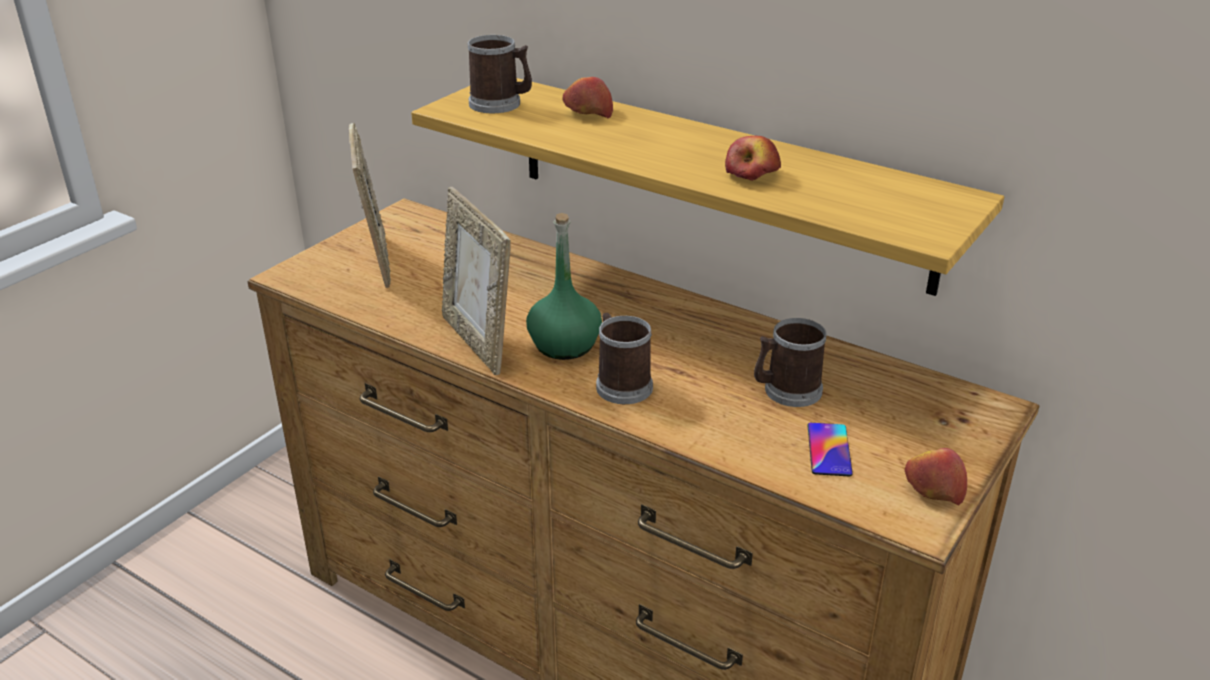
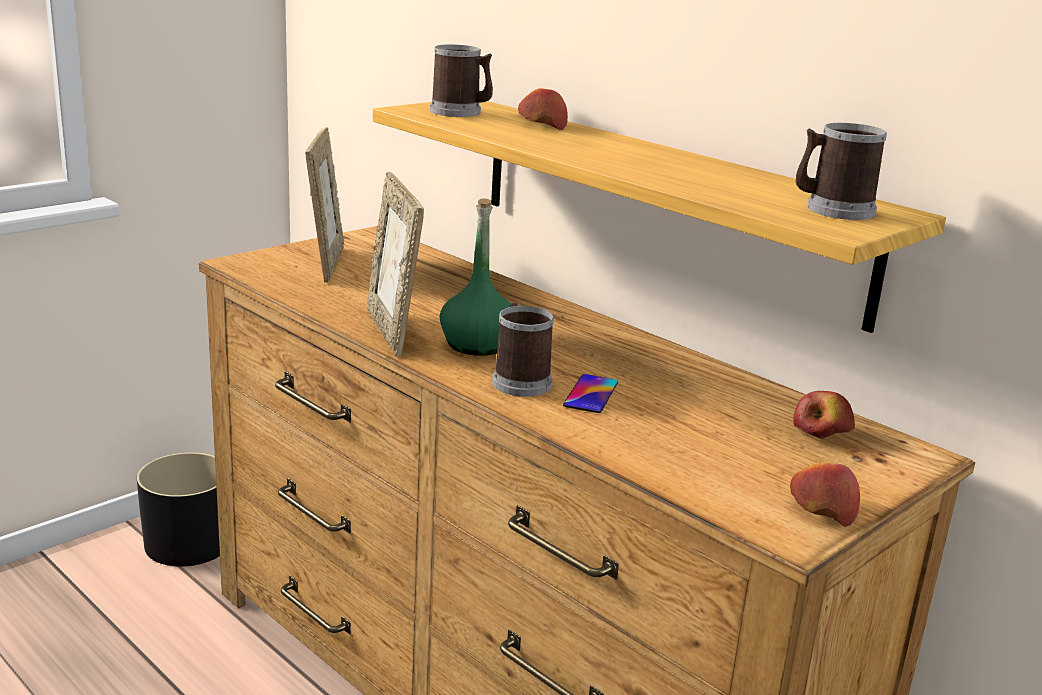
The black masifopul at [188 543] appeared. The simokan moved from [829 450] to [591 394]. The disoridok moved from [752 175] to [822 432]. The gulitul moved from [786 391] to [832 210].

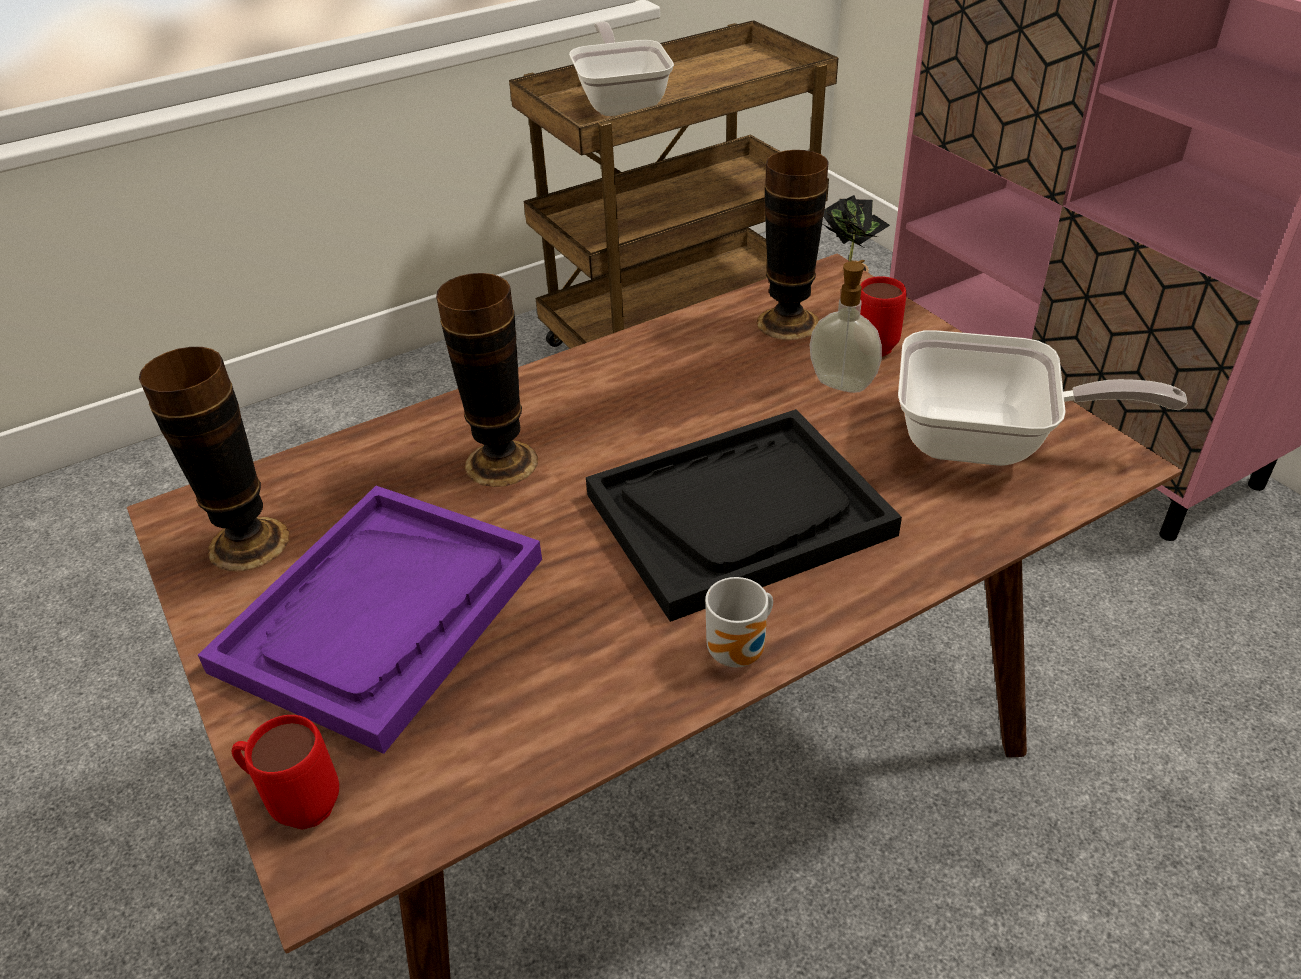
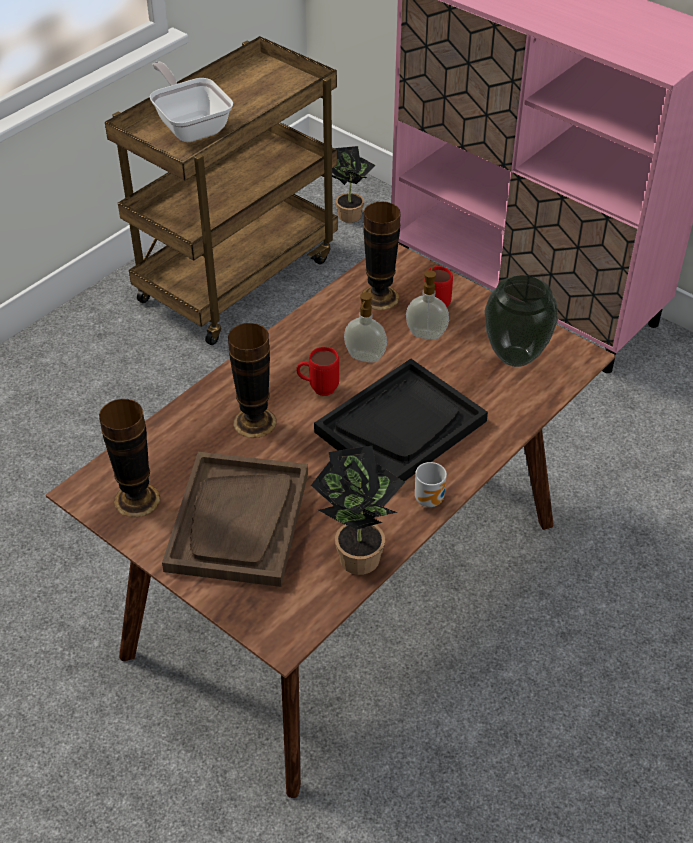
The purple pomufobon at [382 615] became the brown pomufobon at [238 521]. The red gulitul moved from [296 803] to [318 389]. The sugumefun at [356 554] appeared. The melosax at [364 358] appeared. The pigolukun at [989 443] was replaced by the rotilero at [516 357].

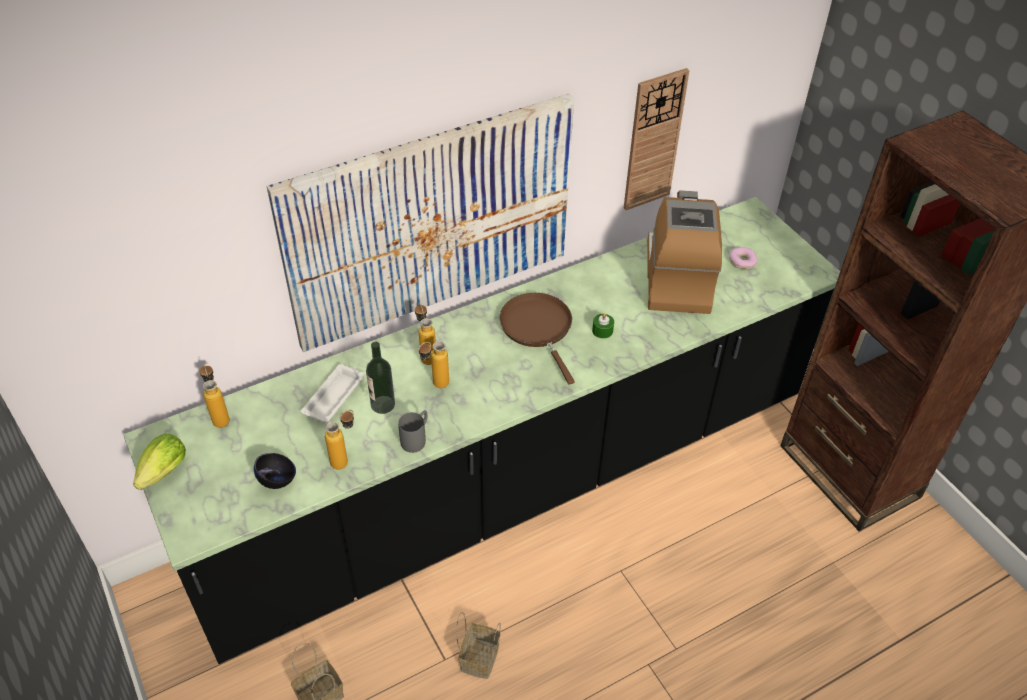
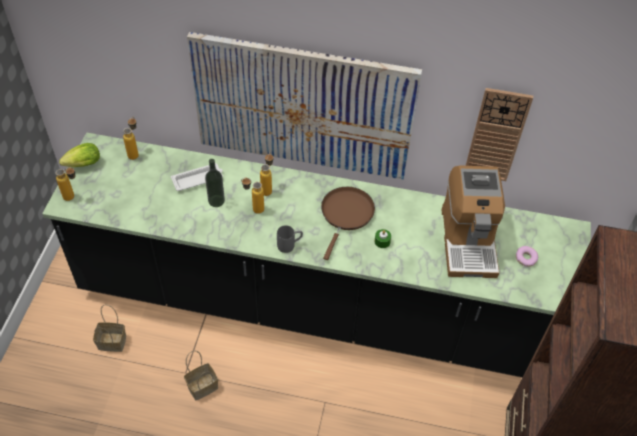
The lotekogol moved from [345 459] to [73 197]. The grey gulitul moved from [416 438] to [290 245]. The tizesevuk at [677 278] turned 135 degrees clockwise. The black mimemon at [277 480] disappeared.

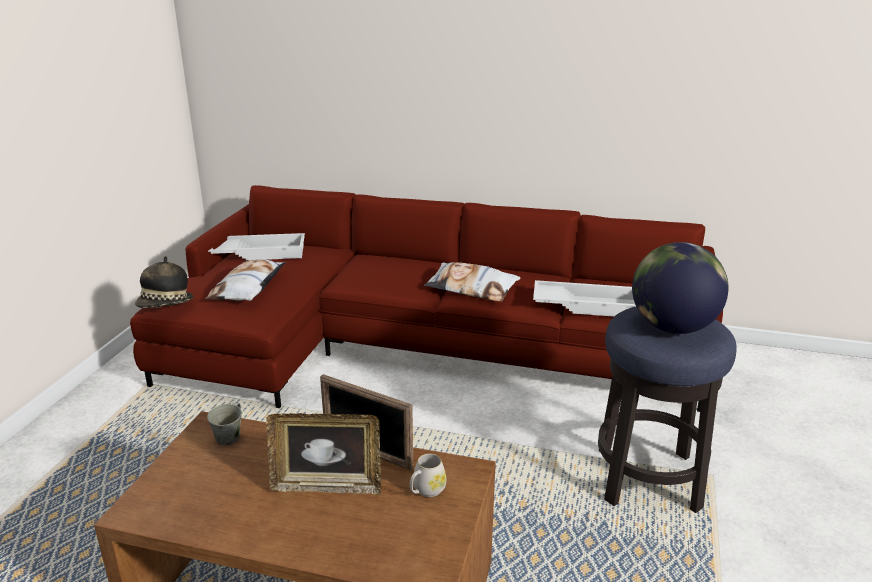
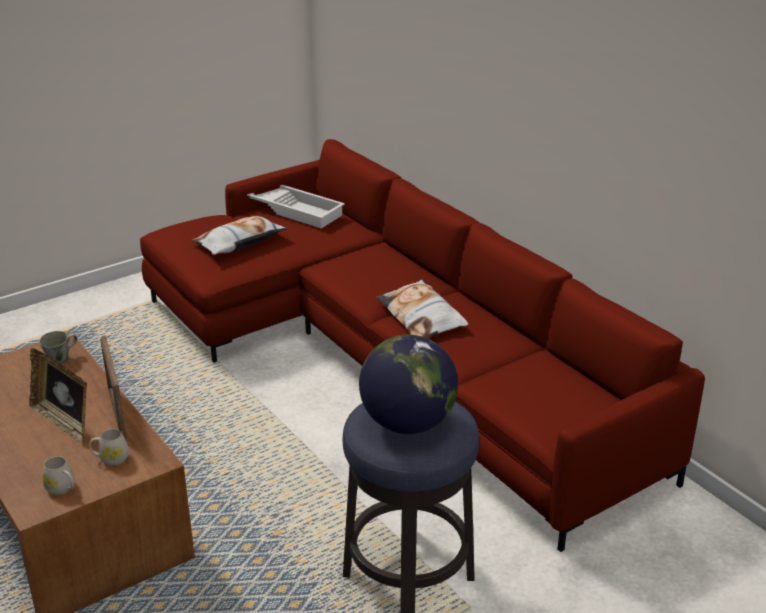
The white gulitul at [62 488] appeared. The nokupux at [165 305] disappeared. The white pomufobon at [586 305] disappeared.

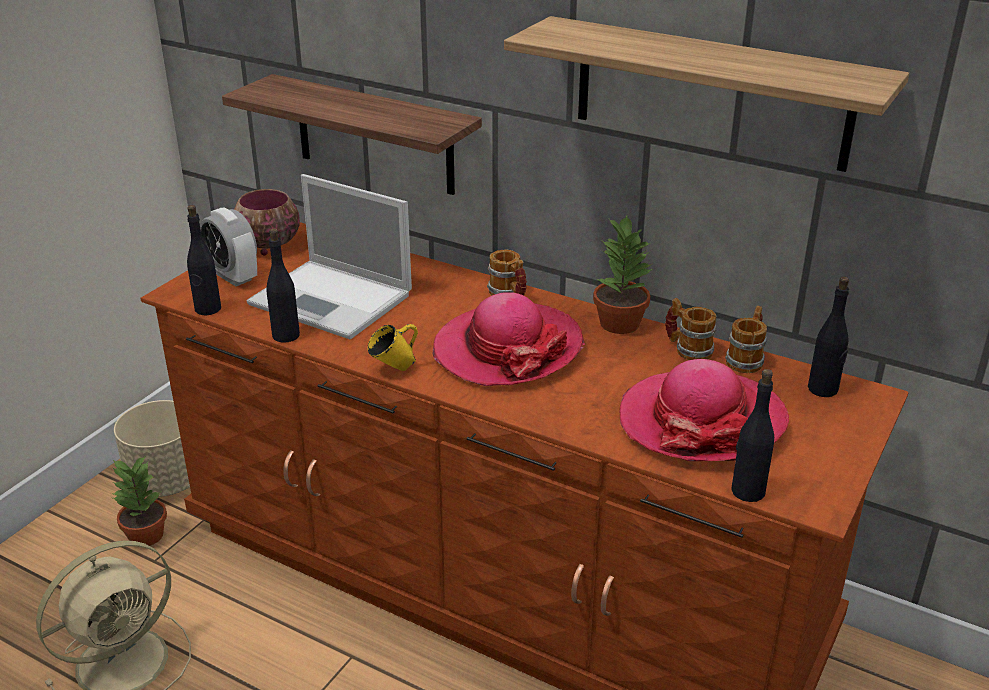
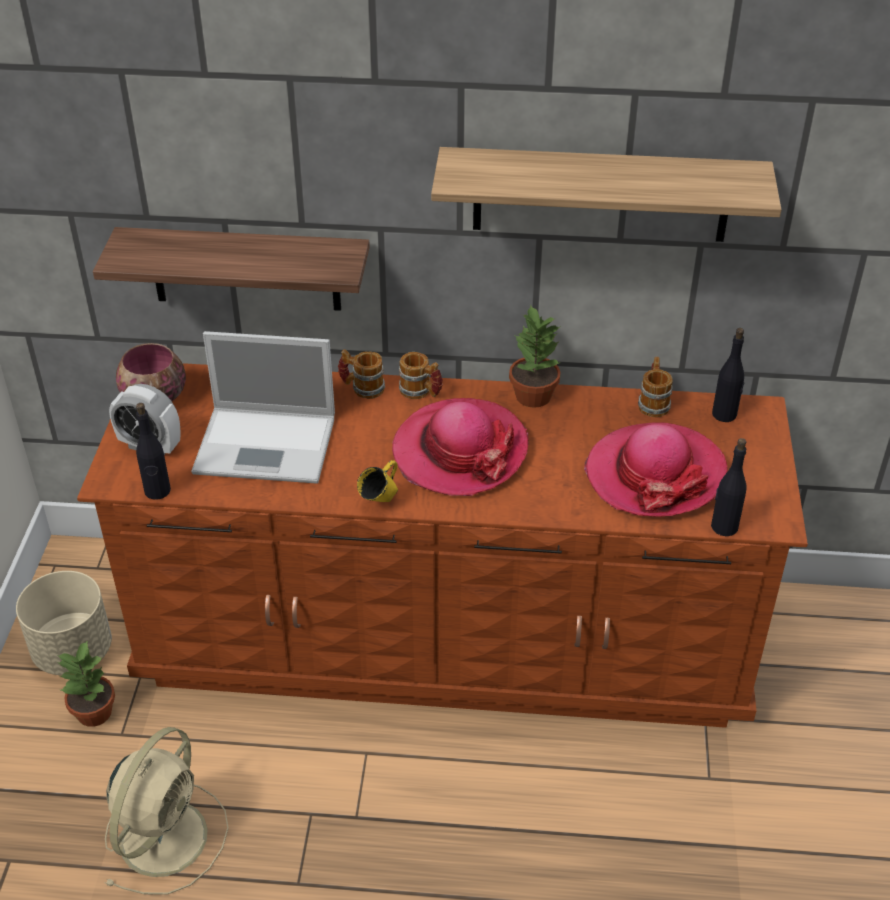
The gulitul moved from [687 349] to [362 388]. The black lotekogol at [286 335] disappeared.

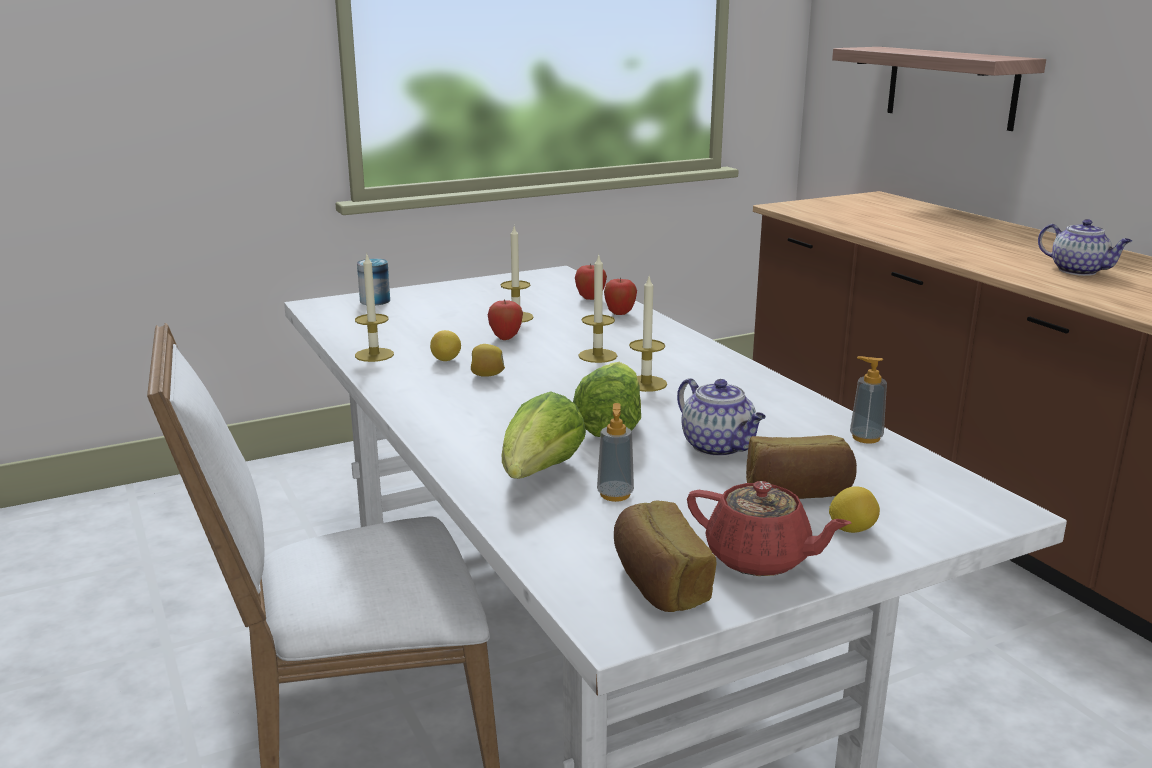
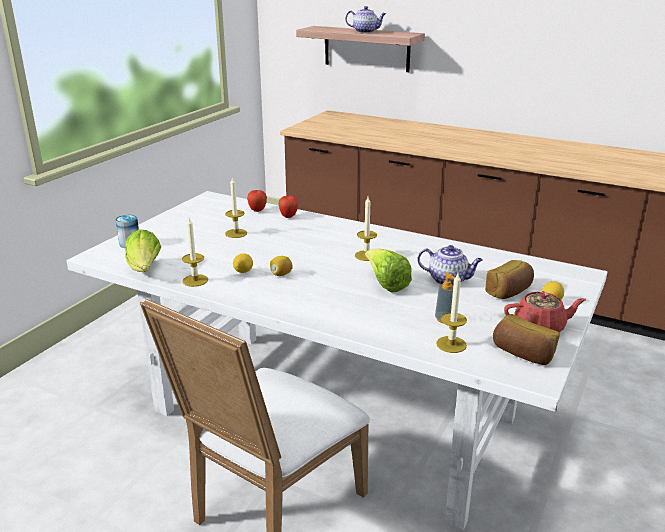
The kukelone moved from [539 474] to [145 269]. The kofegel moved from [1079 271] to [365 32]. The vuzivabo moved from [597 356] to [451 344]. The disoridok at [506 338] disappeared. The melosax at [865 438] disappeared.

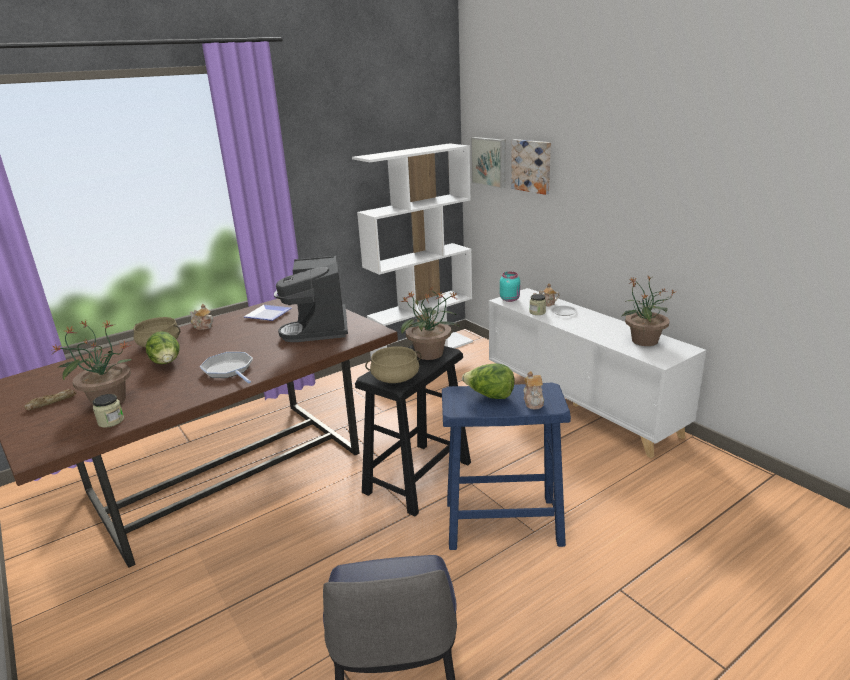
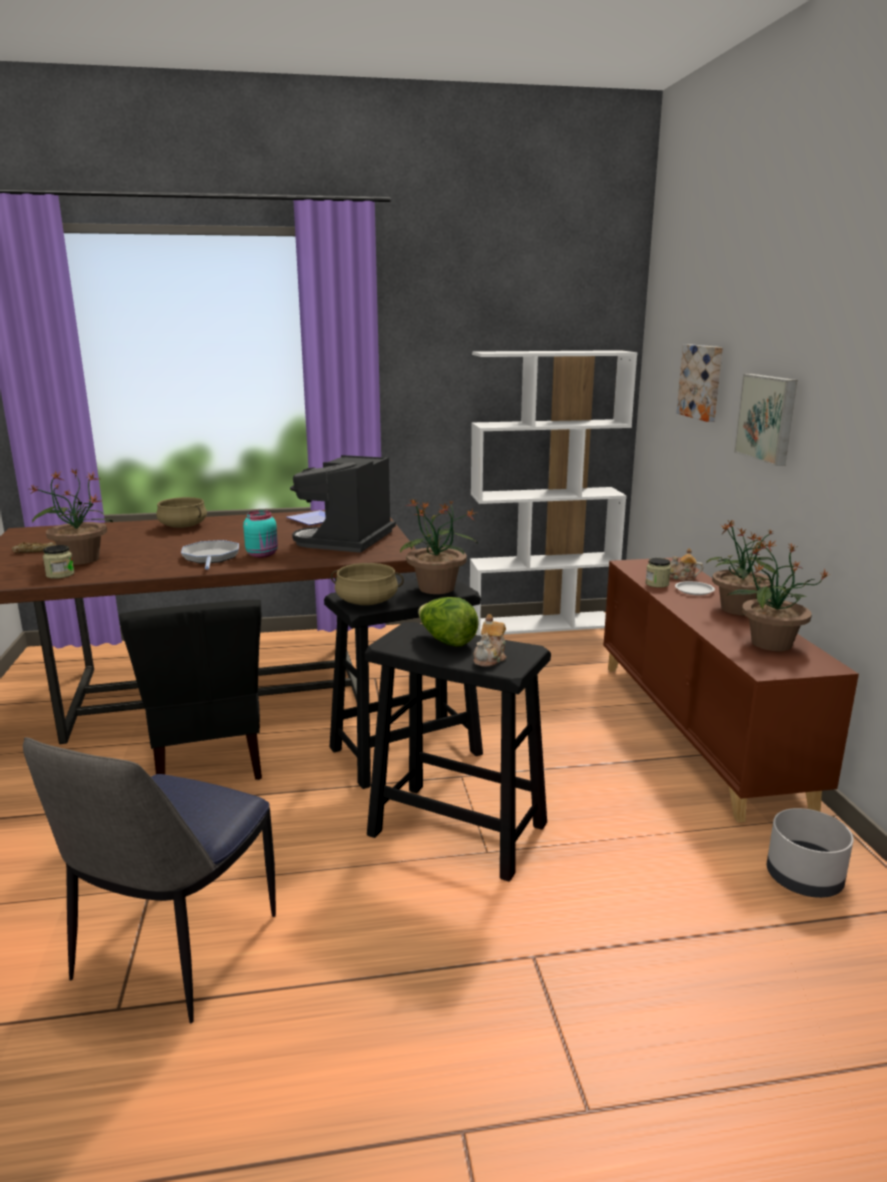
The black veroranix at [209 760] appeared. The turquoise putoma moved from [510 299] to [263 554]. The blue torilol at [504 522] became the black torilol at [458 829]. The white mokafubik at [580 403] became the brown mokafubik at [697 730]. The sugumefun at [738 609] appeared. The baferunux moved from [490 161] to [768 418]. The grey masifopul at [804 879] appeared. The kukelone at [167 363] disappeared. The kofegel at [202 326] disappeared.

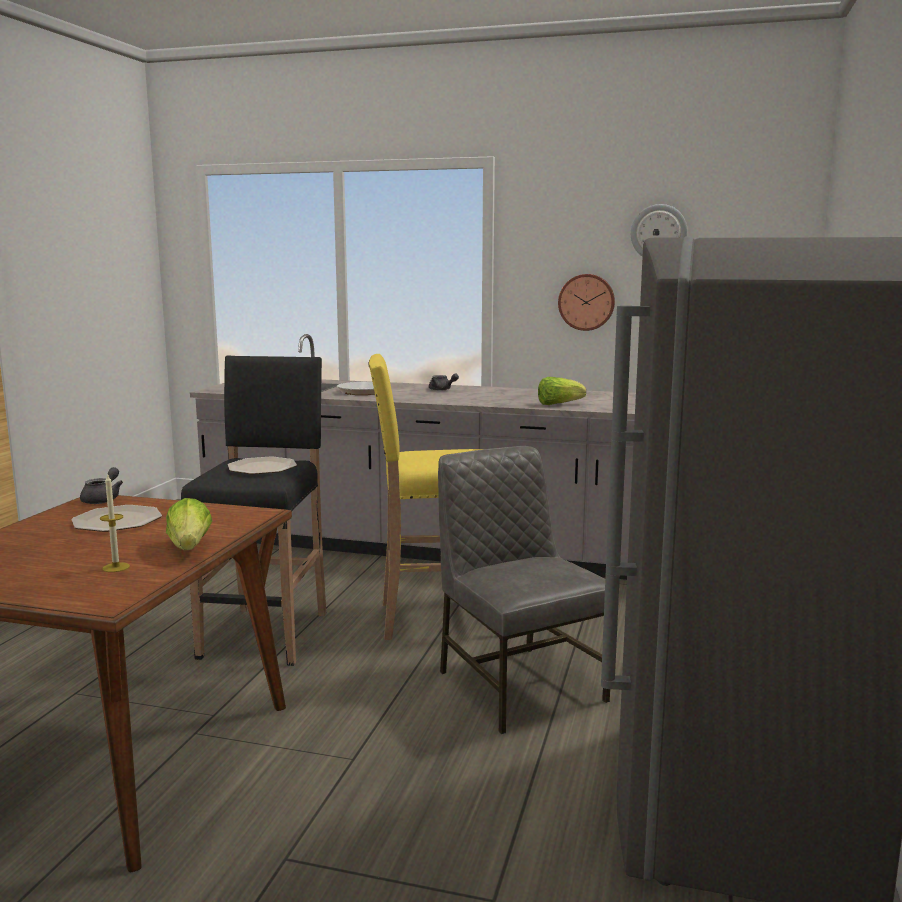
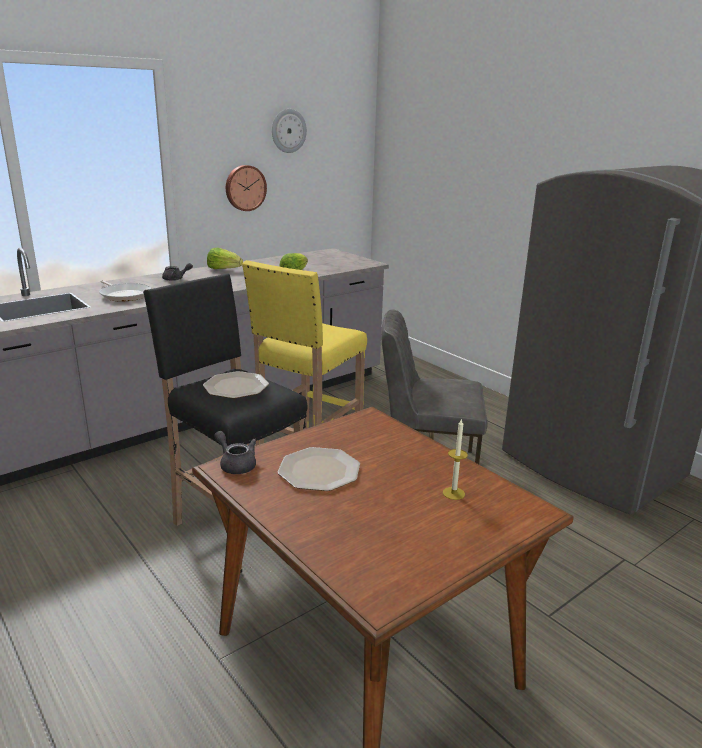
The kukelone moved from [190 548] to [223 269].

